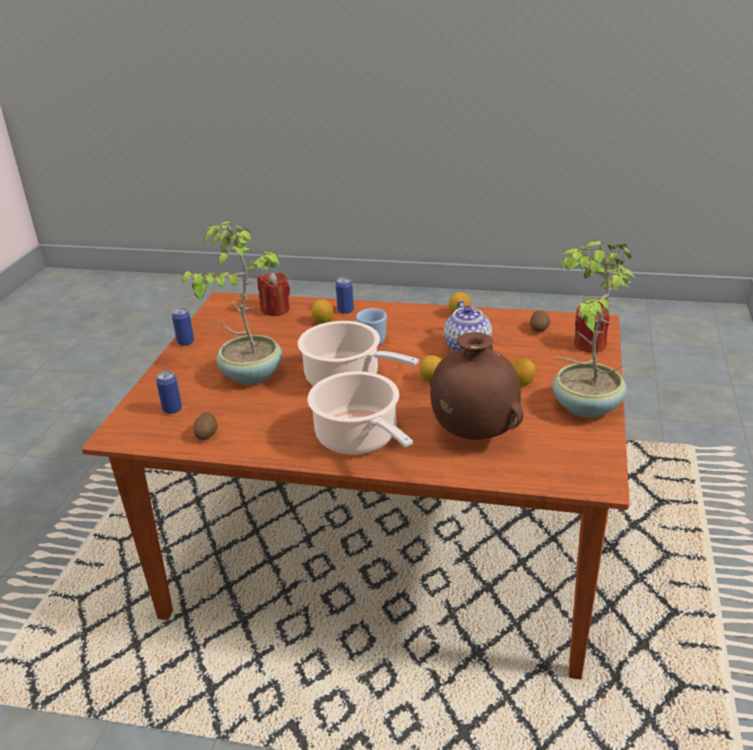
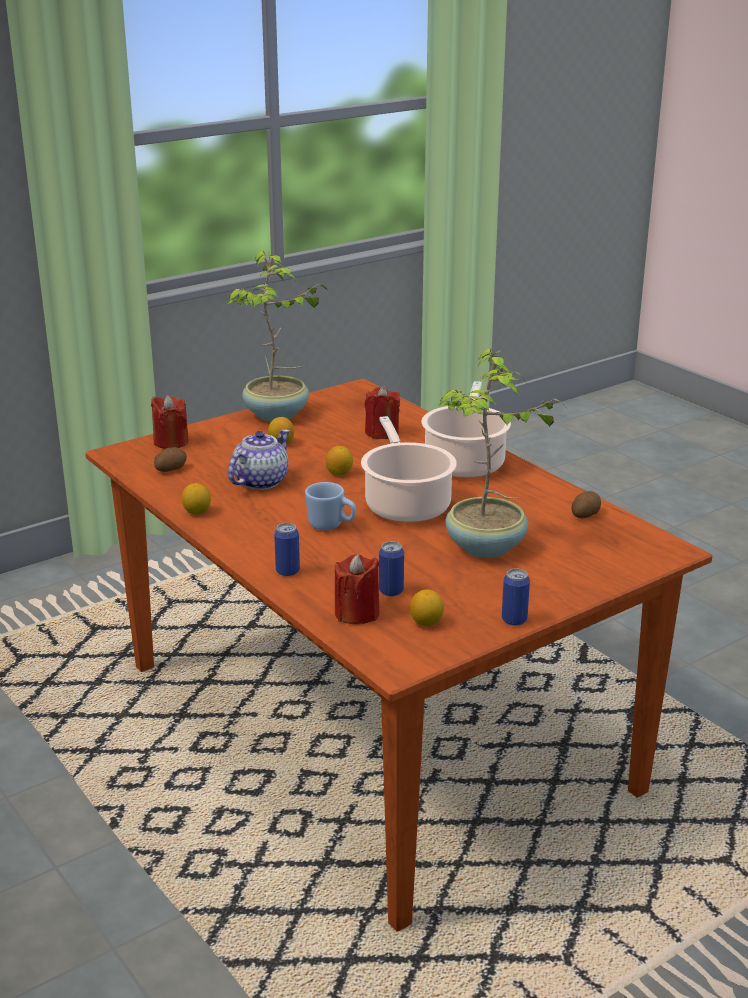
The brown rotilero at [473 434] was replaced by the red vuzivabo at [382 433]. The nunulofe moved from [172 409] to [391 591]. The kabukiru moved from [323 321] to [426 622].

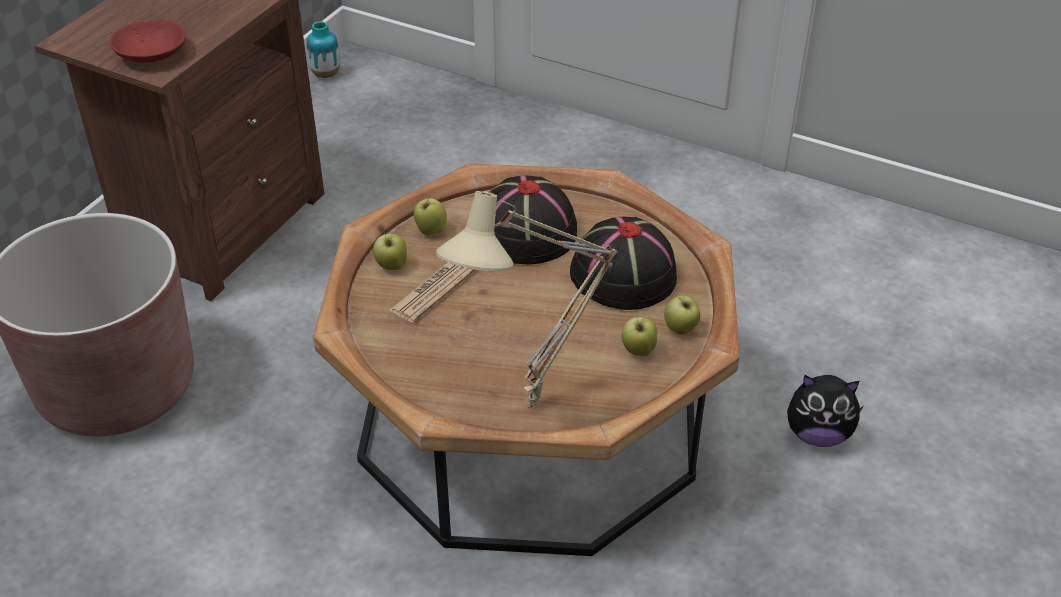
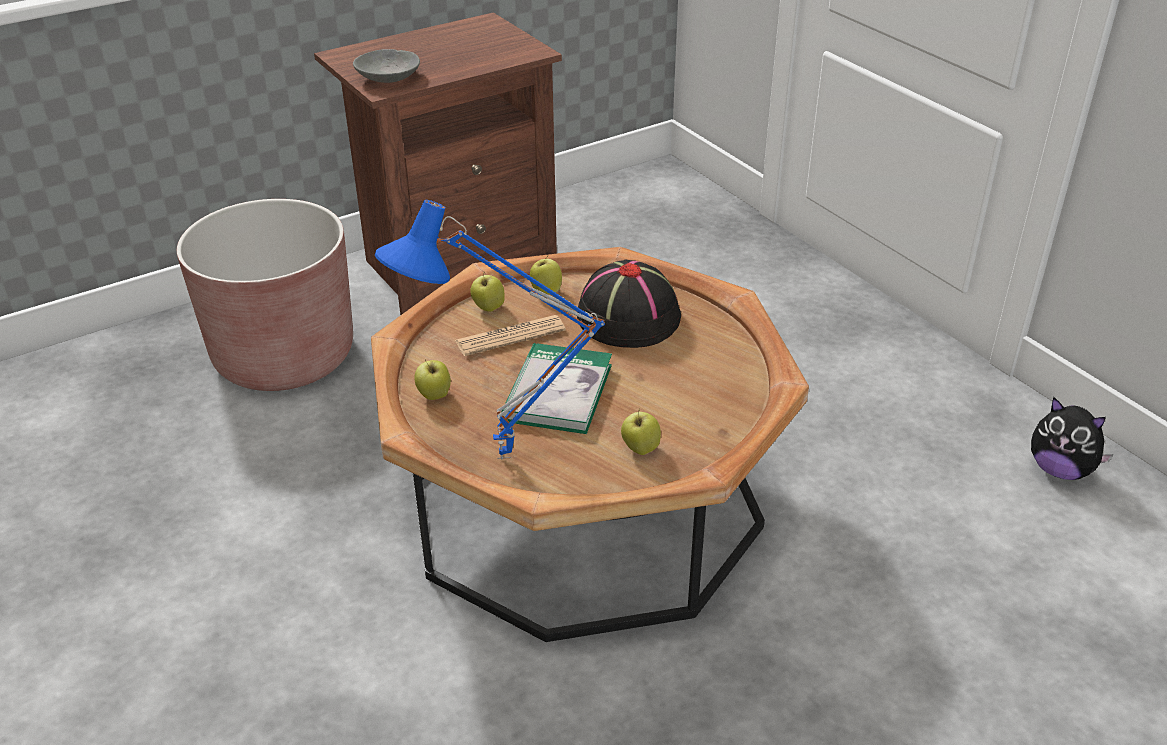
The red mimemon at [152 53] became the grey mimemon at [389 77]. The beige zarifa at [536 409] became the blue zarifa at [505 462]. The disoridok moved from [680 330] to [434 396]. The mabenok at [558 392] appeared. The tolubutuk moved from [818 434] to [1060 470]. The rotilero at [326 74] disappeared. The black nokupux at [622 275] disappeared.

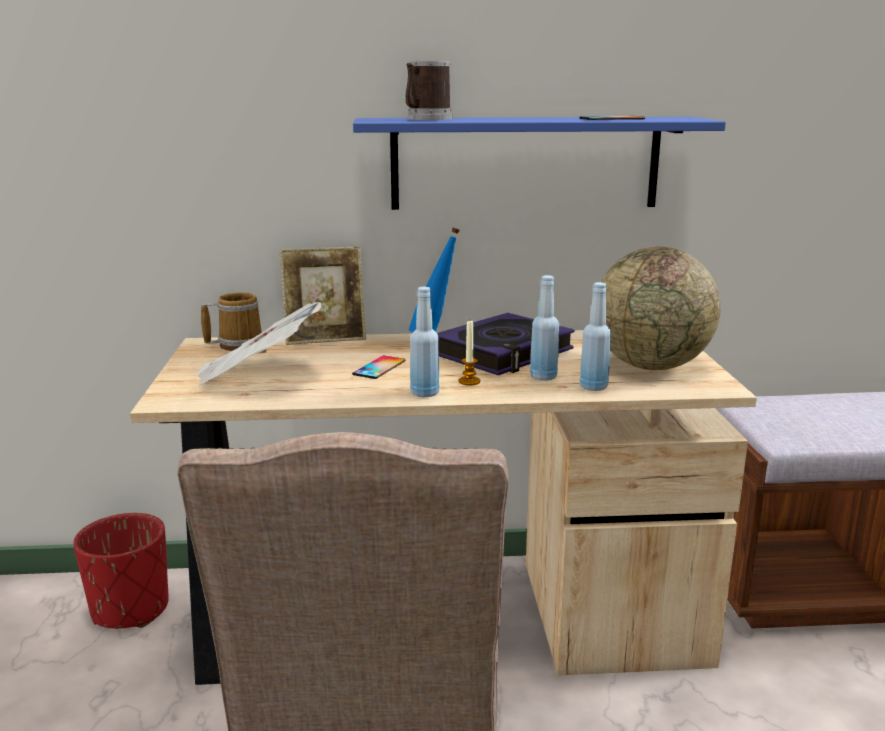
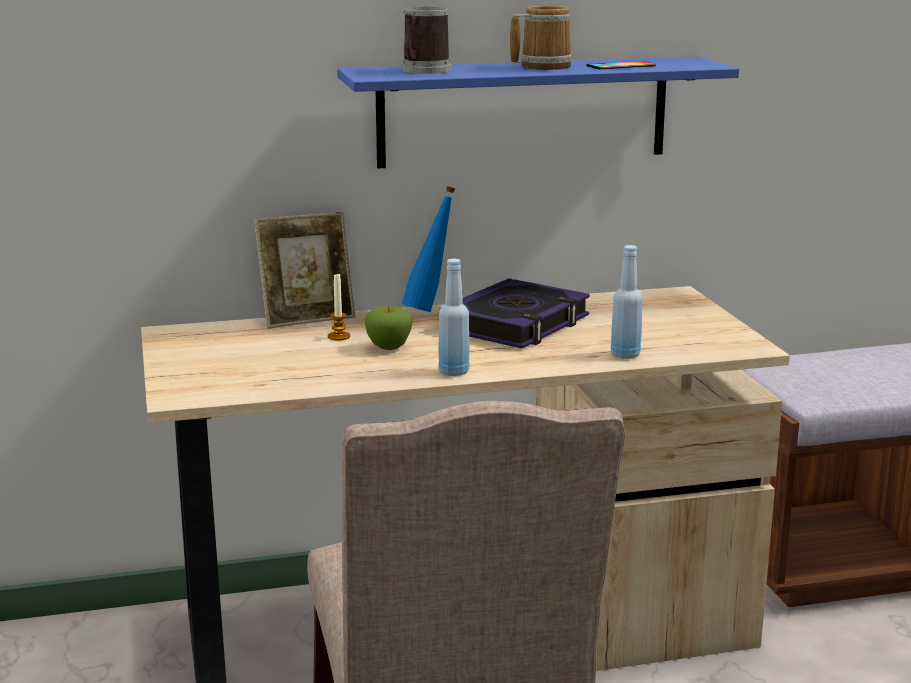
The vuzivabo moved from [469 381] to [339 336]. The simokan at [379 367] was replaced by the disoridok at [389 348]. The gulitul moved from [237 344] to [541 66]. The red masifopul at [130 610] disappeared. The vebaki at [256 377] disappeared. The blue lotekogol at [543 377] disappeared. The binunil at [651 366] disappeared.

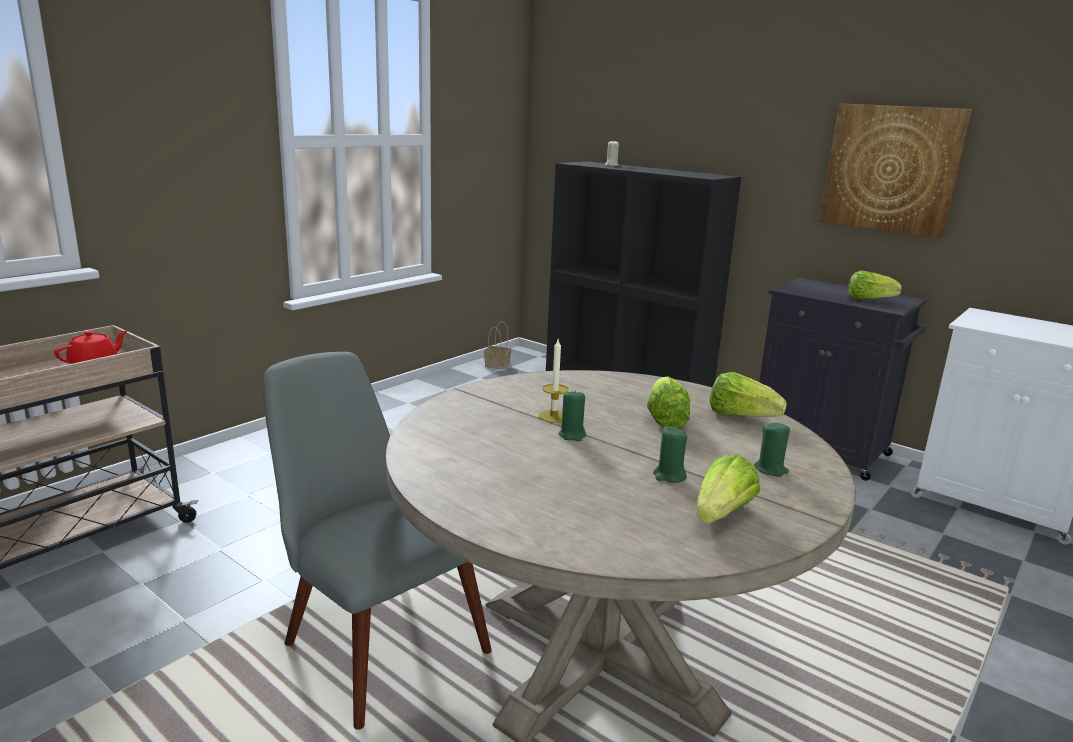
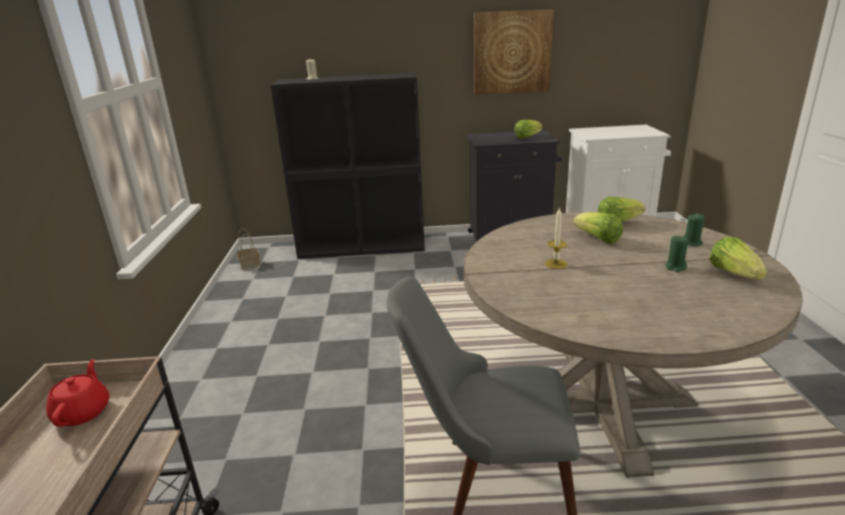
The green vuzivabo at [572 435] disappeared.

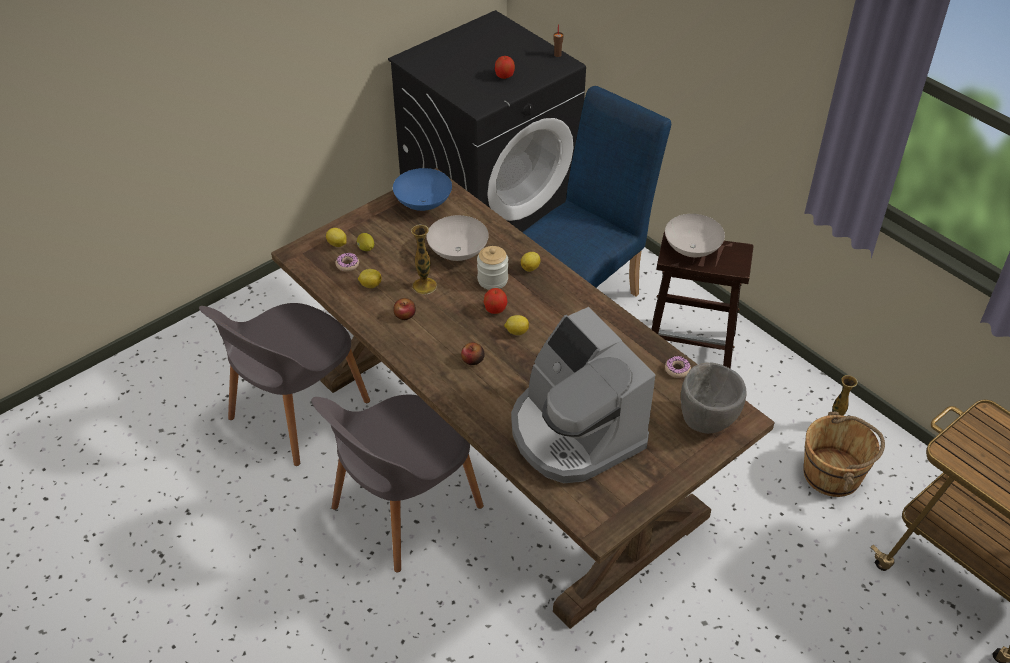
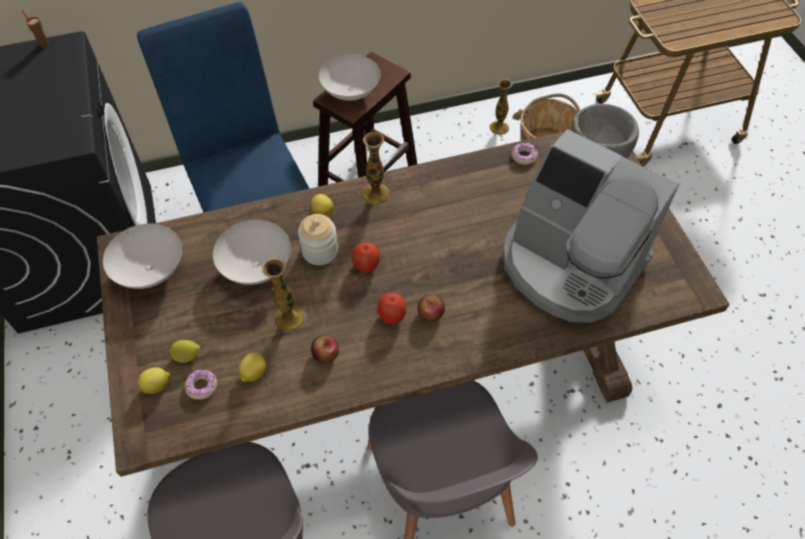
The blue mimemon at [424 203] became the white mimemon at [151 269]. The rotilero at [375 194] appeared. The disoridok moved from [504 76] to [392 316]. The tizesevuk at [574 432] turned 45 degrees clockwise. The kabukiru at [516 331] disappeared.

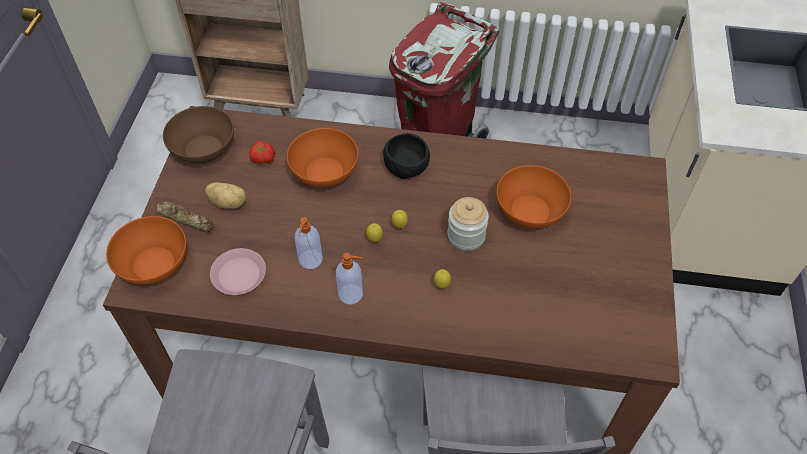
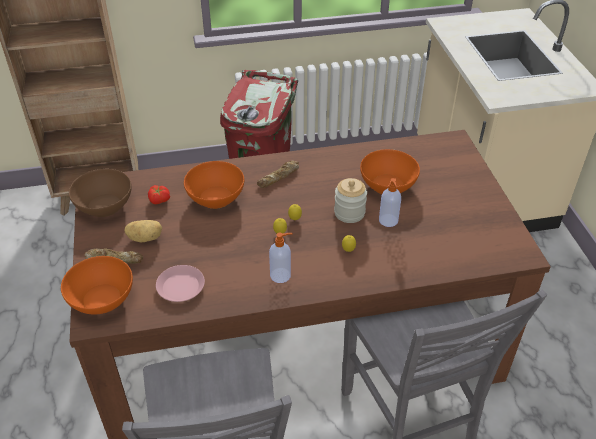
The black mimemon at [407 165] was replaced by the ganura at [279 177]. The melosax moved from [310 260] to [388 221].

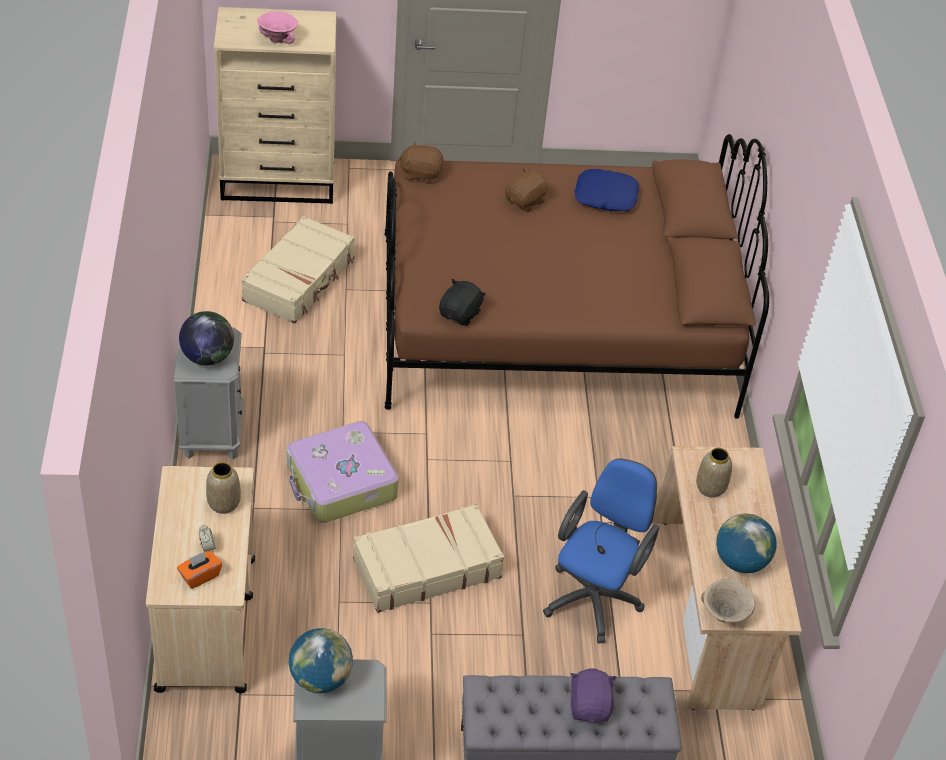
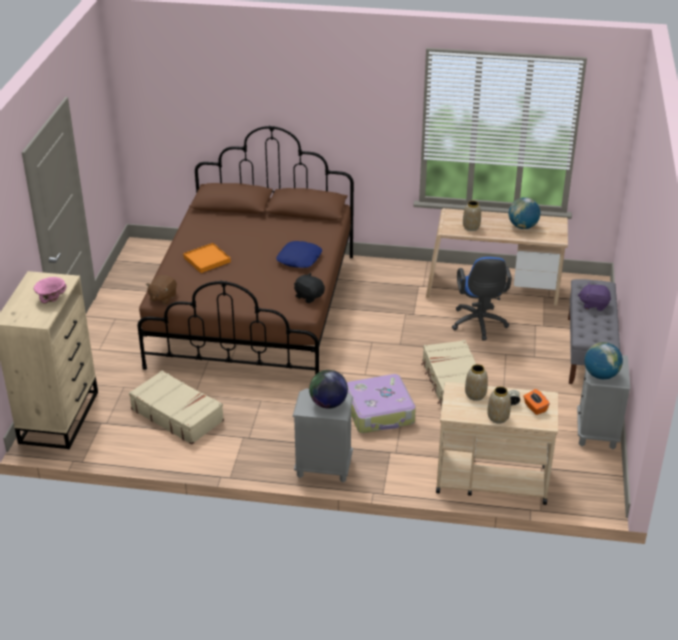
The brown tolubutuk at [525 201] was replaced by the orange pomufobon at [207 260]. The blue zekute moved from [605 197] to [299 259]. The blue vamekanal at [595 596] turned 135 degrees counterclockwise. The rotilero at [497 417] appeared. The beige mimemon at [724 616] disappeared.

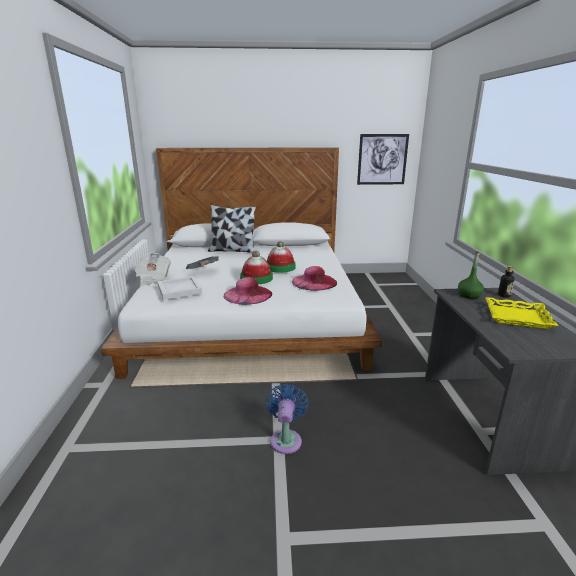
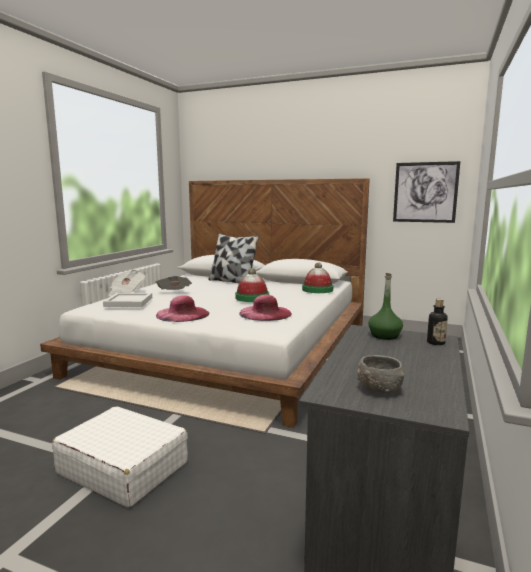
The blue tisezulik at [286 439] was replaced by the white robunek at [123 467]. The nokupux moved from [256 278] to [317 289]. The grey mimemon at [379 389] appeared. The yellow pomufobon at [517 317] disappeared.

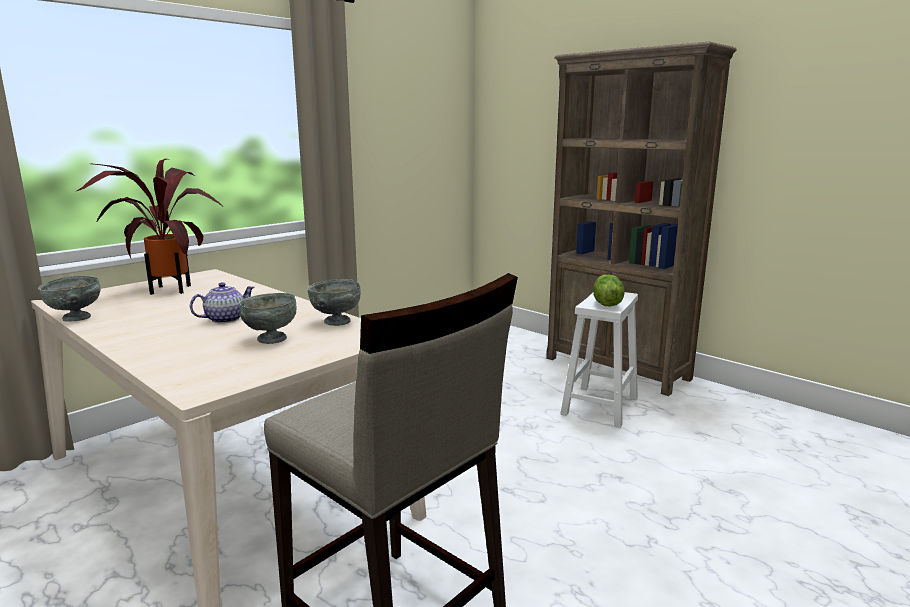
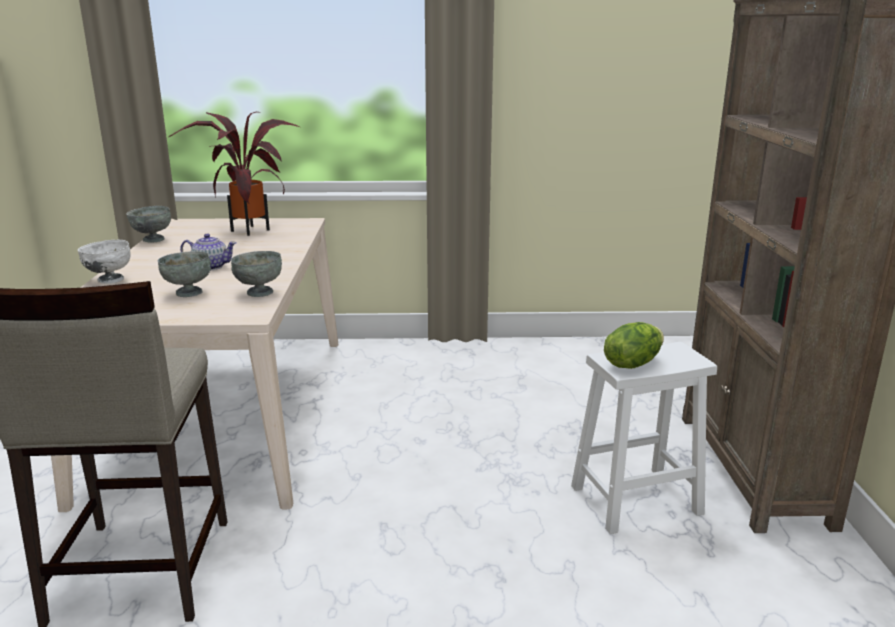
The white mimemon at [109 280] appeared.

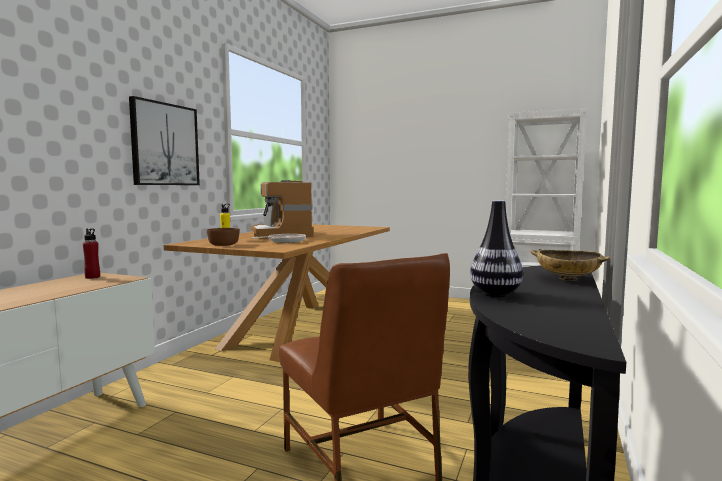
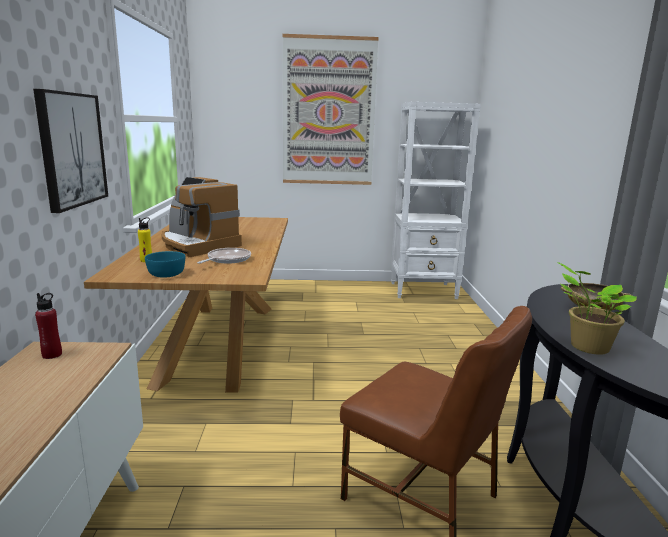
The brown mimemon at [223 244] became the turquoise mimemon at [166 274]. The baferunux at [328 112] appeared. The rotilero at [495 294] was replaced by the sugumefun at [586 346].

